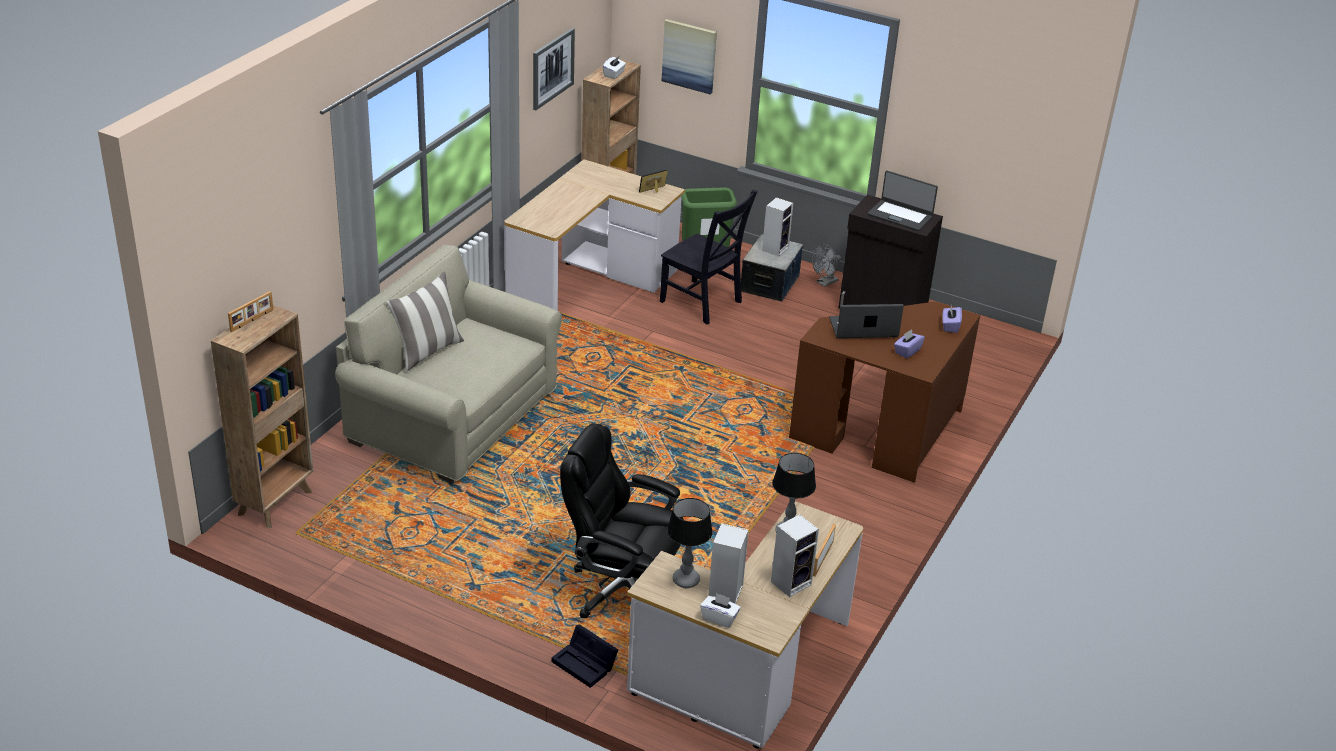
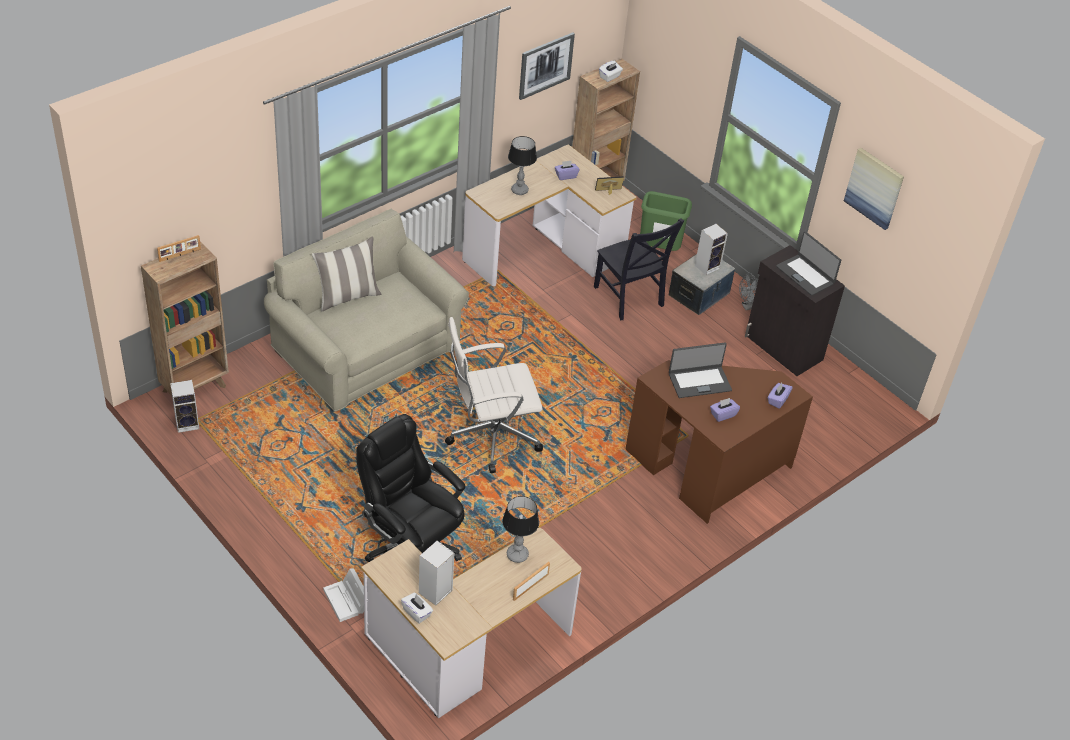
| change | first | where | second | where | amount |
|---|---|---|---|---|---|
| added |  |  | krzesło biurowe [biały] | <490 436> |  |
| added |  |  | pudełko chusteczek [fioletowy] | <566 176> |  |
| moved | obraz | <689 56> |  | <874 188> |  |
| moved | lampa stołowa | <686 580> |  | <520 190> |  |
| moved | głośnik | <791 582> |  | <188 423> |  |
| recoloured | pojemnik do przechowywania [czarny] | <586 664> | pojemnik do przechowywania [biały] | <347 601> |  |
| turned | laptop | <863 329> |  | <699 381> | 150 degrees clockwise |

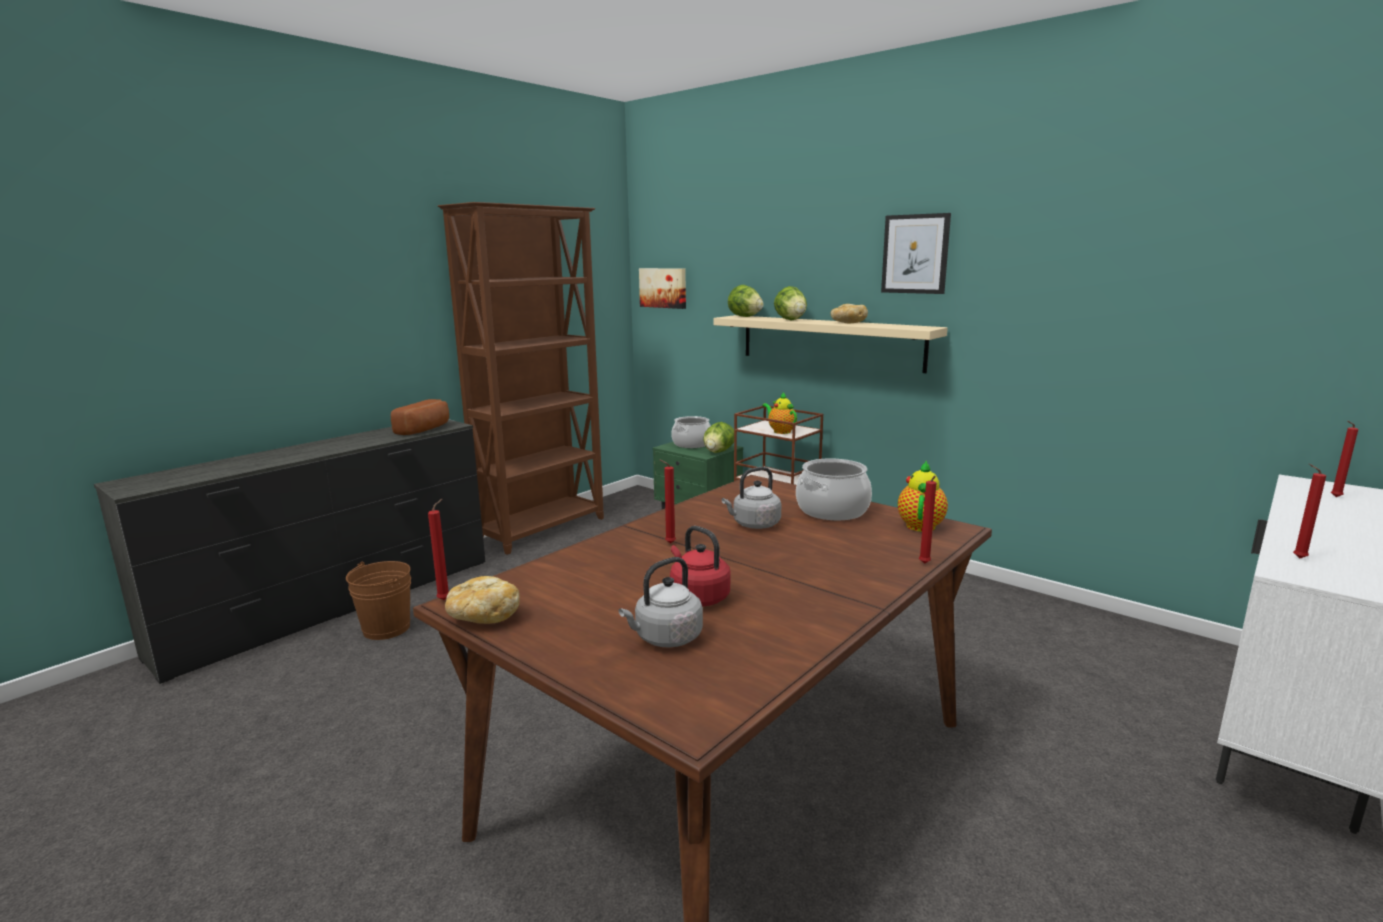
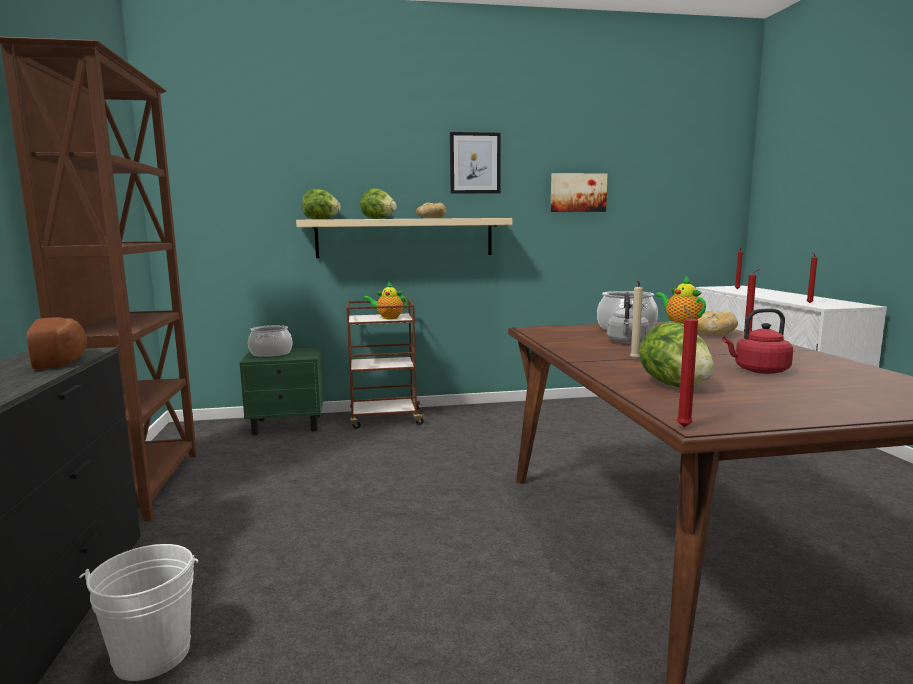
| change | first | where | second | where | amount |
|---|---|---|---|---|---|
| removed | czajnik [szary] | <665 638> |  |  |  |
| moved | chleb | <483 617> |  | <714 334> |  |
| moved | obraz | <663 288> |  | <577 193> |  |
| moved | sałata | <718 452> |  | <674 385> |  |
| recoloured | wiadro [brązowy] | <386 628> | wiadro [biały] | <152 655> |  |
| recoloured | świeca [czerwony] | <668 543> | świeca [beżowy] | <634 360> |  |

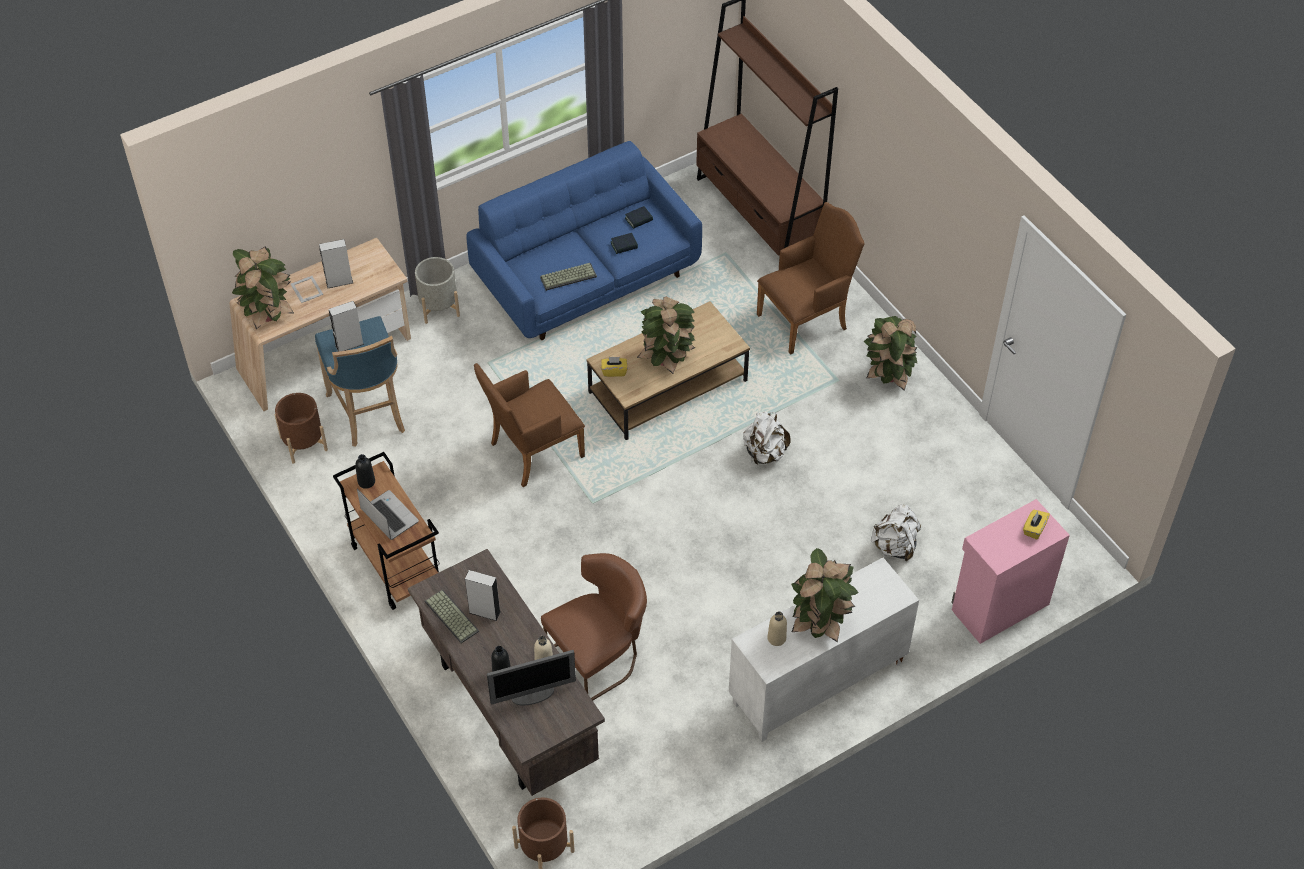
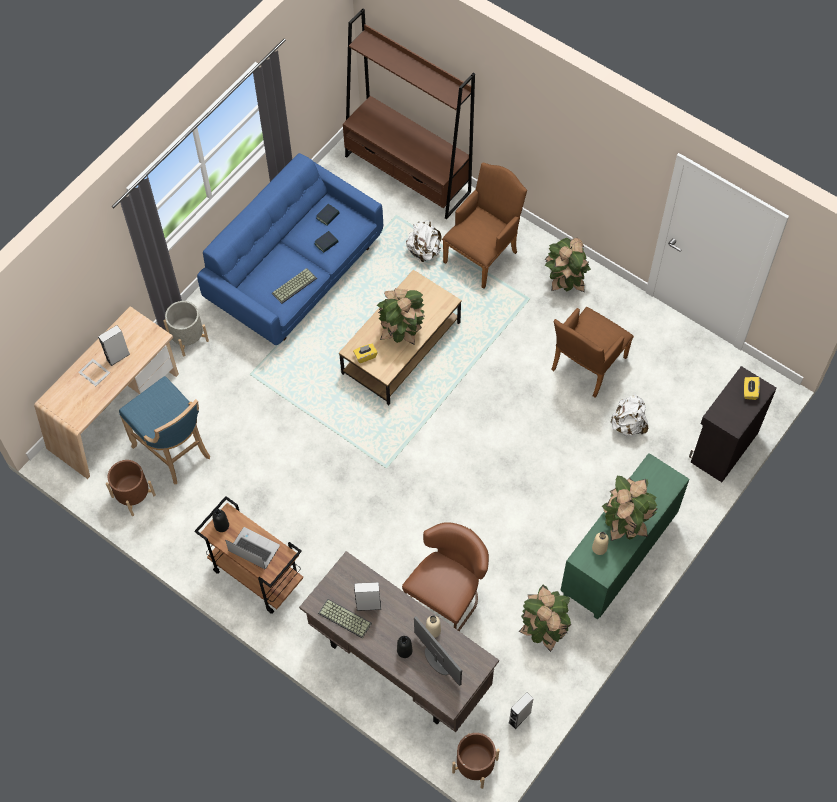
| change | first | where | second | where | amount |
|---|---|---|---|---|---|
| moved | roślina doniczkowa | <268 313> |  | <544 629> |  |
| moved | głośnik [szary] | <349 345> |  | <519 717> |  |
| moved | fotel [brązowy] | <532 452> |  | <586 366> |  |
| moved | plecak [biały] | <764 453> |  | <424 251> |  |
| recoloured | szafka [biały] | <817 684> | szafka [zielony] | <618 558> |  |
| recoloured | szafka [różowy] | <998 606> | szafka [czarny] | <723 447> |  |
| turned | monitor | <533 695> |  | <437 660> | 90 degrees counterclockwise |

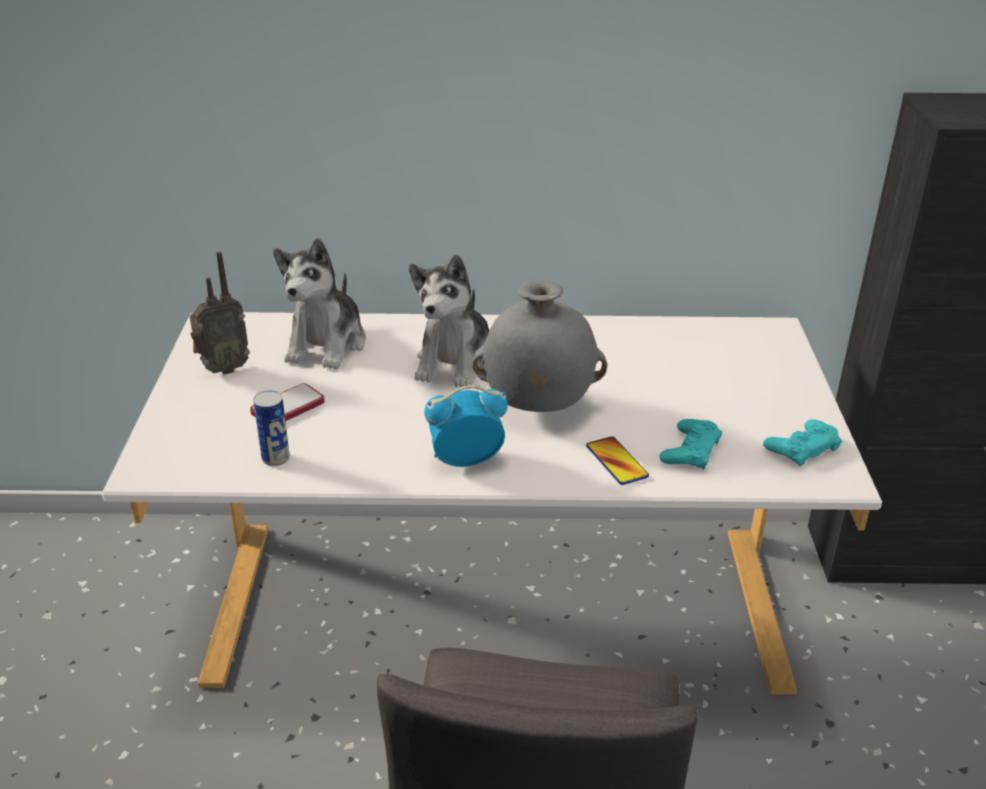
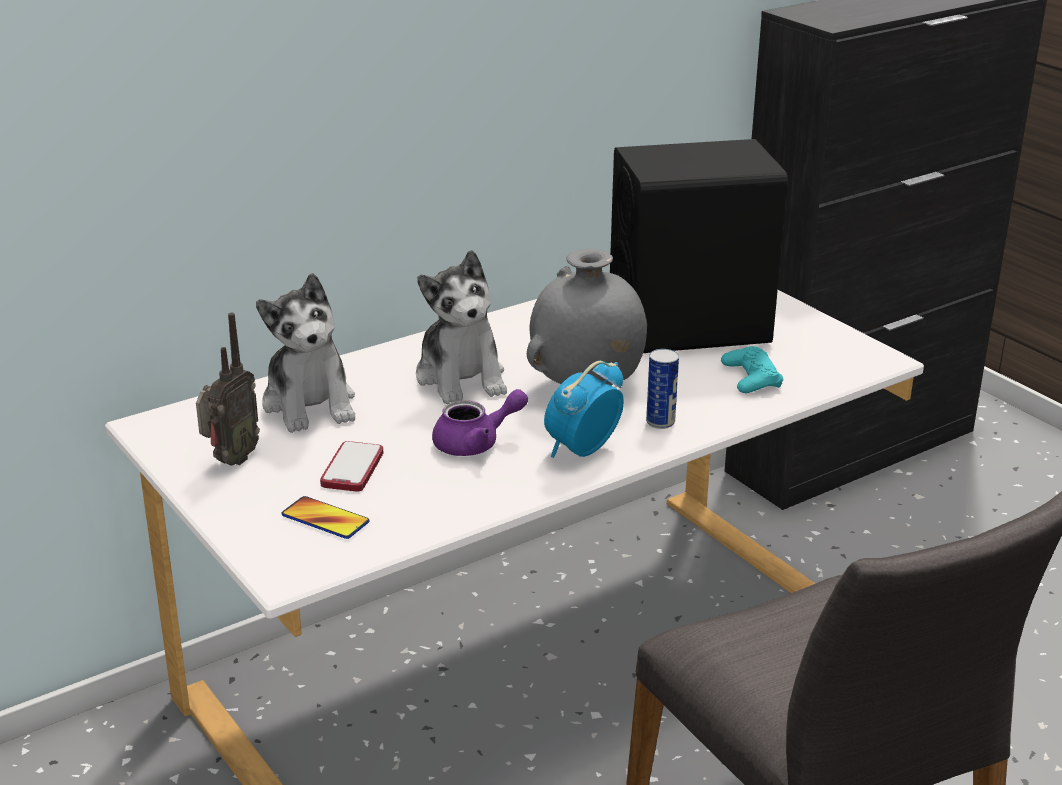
| change | first | where | second | where | amount |
|---|---|---|---|---|---|
| removed | pad do gier [turkusowy] | <802 448> |  |  |  |
| added |  |  | imbryk [fioletowy] | <476 443> |  |
| added |  |  | głośnik [czarny] | <689 327> |  |
| moved | puszka | <275 458> |  | <660 422> |  |
| moved | telefon | <616 462> |  | <325 519> |  |

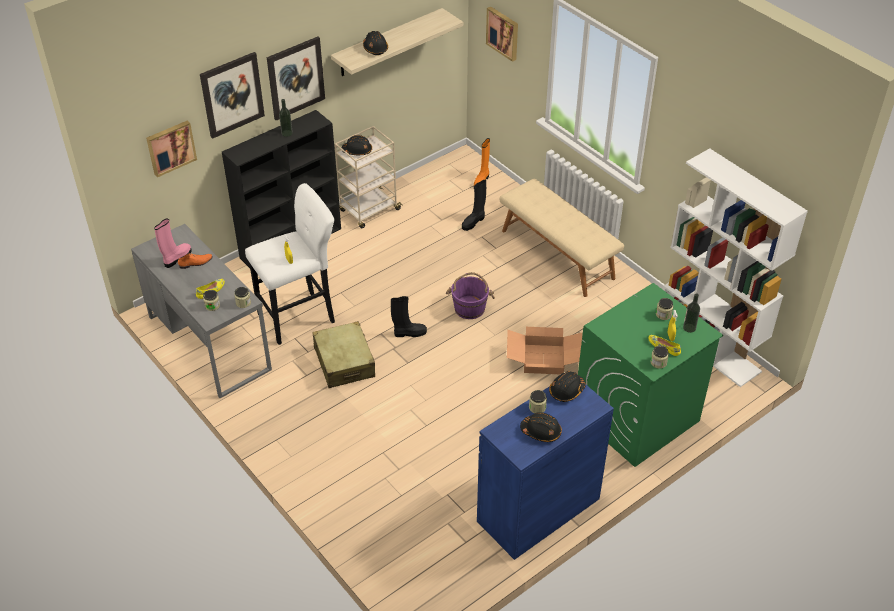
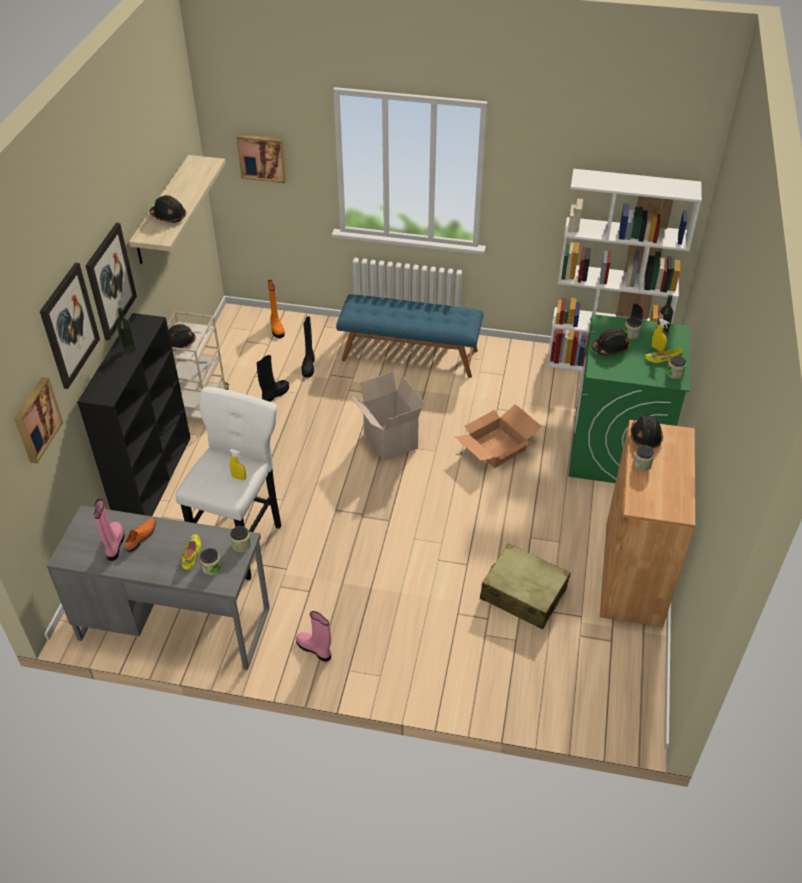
| change | first | where | second | where | amount |
|---|---|---|---|---|---|
| added |  |  | but z cholewką [różowy] | <315 649> |  |
| moved | walizka [beżowy] | <344 362> |  | <523 594> |  |
| moved | but z cholewką [czarny] | <409 333> |  | <275 394> |  |
| moved | kask [czarny] | <541 431> |  | <610 348> |  |
| replaced | wiadro [fioletowy] | <469 308> | karton | <388 441> |  |
| recoloured | szafka [niebieski] | <538 510> | szafka [brązowy] | <633 573> |  |
| recoloured | ławka [beżowy] | <558 254> | ławka [niebieski] | <410 354> |  |

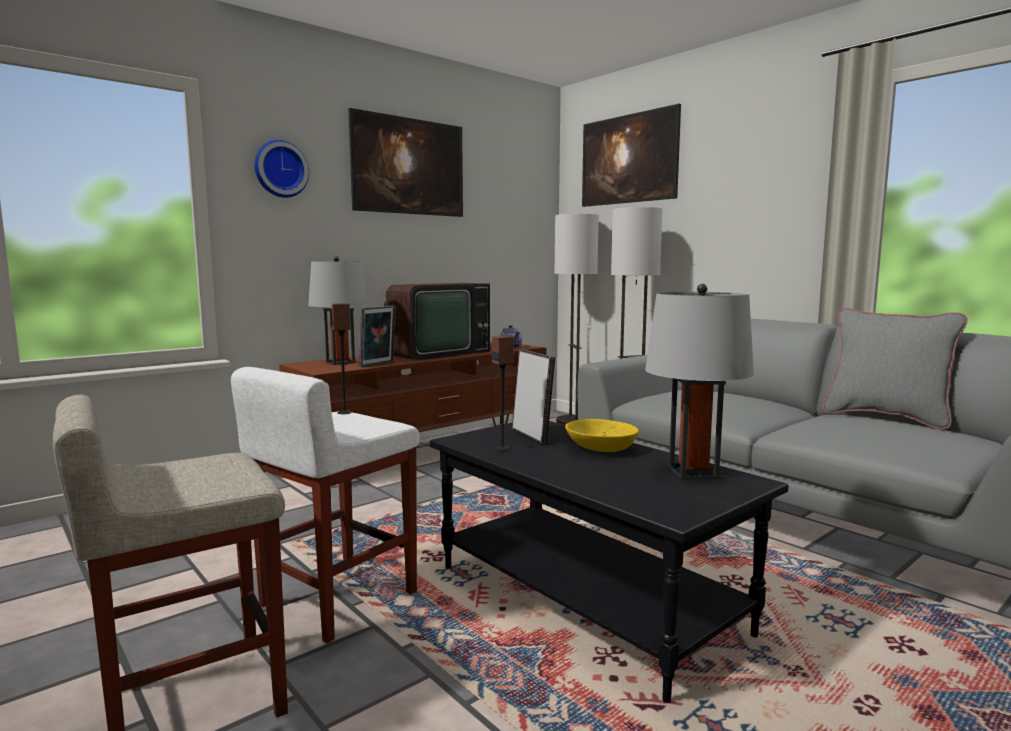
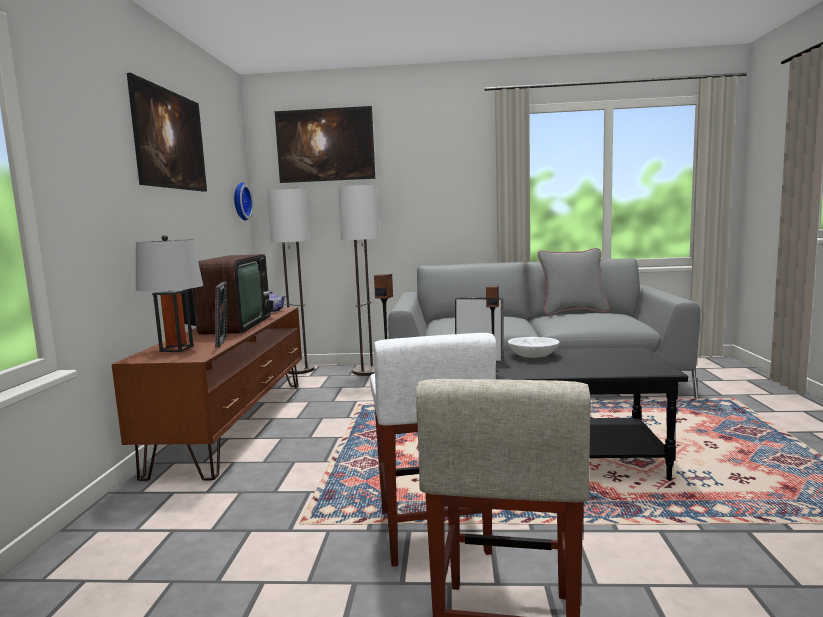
| change | first | where | second | where | amount |
|---|---|---|---|---|---|
| removed | lampa stołowa [szary] | <693 472> |  |  |  |
| moved | zegar ścienny | <280 169> |  | <240 201> |  |
| recoloured | miska [żółty] | <600 448> | miska [biały] | <533 355> |  |

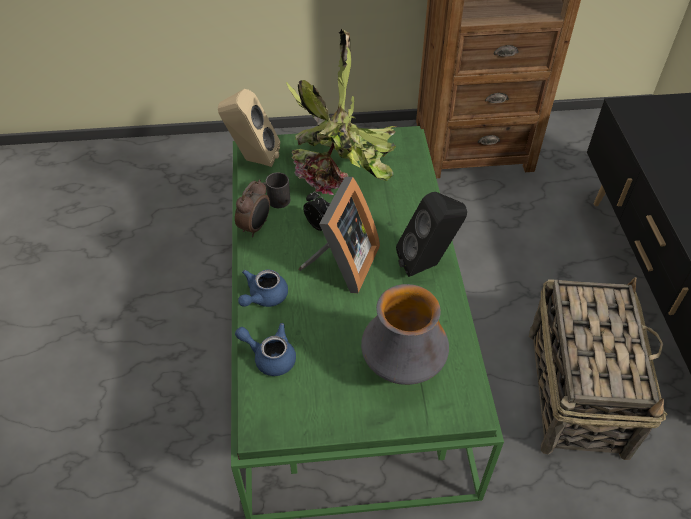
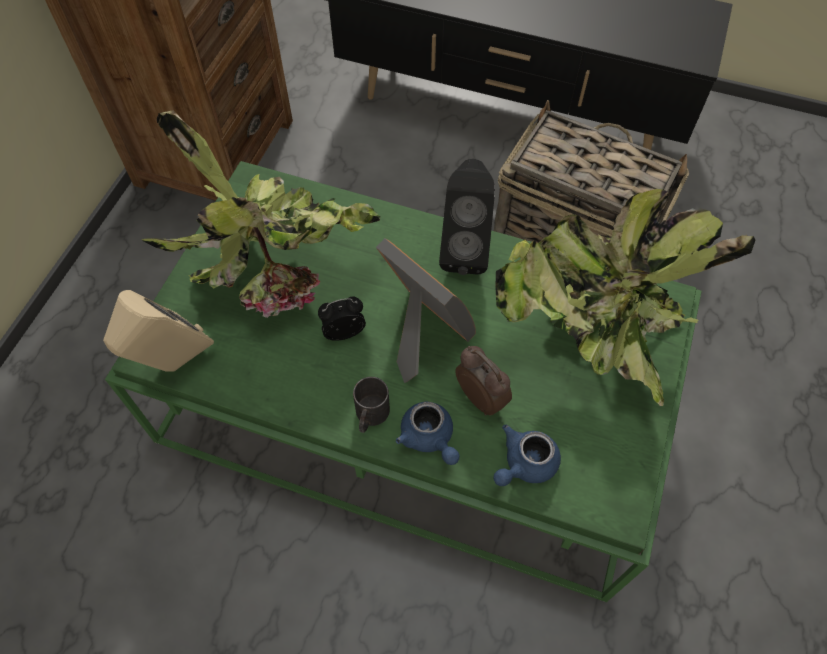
| change | first | where | second | where | amount |
|---|---|---|---|---|---|
| moved | budzik | <255 227> |  | <481 397> |  |
| moved | kubek [czarny] | <274 200> |  | <370 416> |  |
| replaced | wazon | <402 367> | roślina doniczkowa | <593 335> |  |

